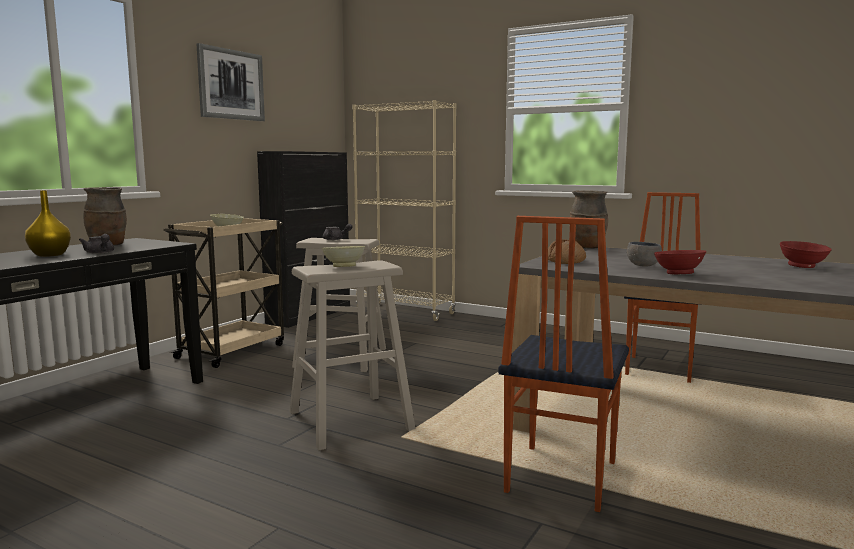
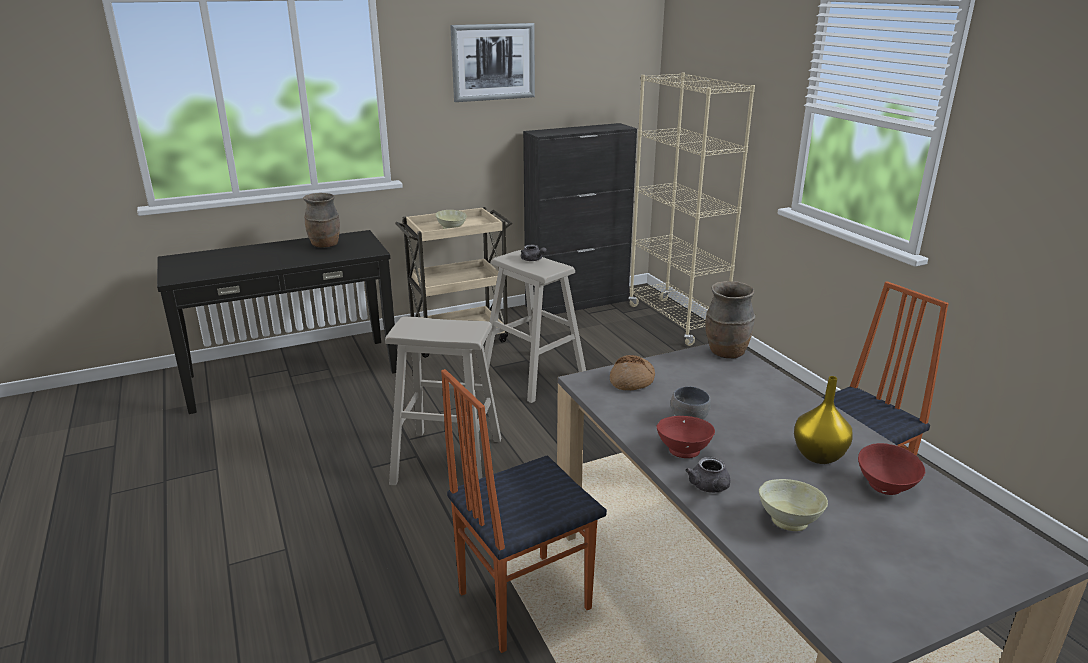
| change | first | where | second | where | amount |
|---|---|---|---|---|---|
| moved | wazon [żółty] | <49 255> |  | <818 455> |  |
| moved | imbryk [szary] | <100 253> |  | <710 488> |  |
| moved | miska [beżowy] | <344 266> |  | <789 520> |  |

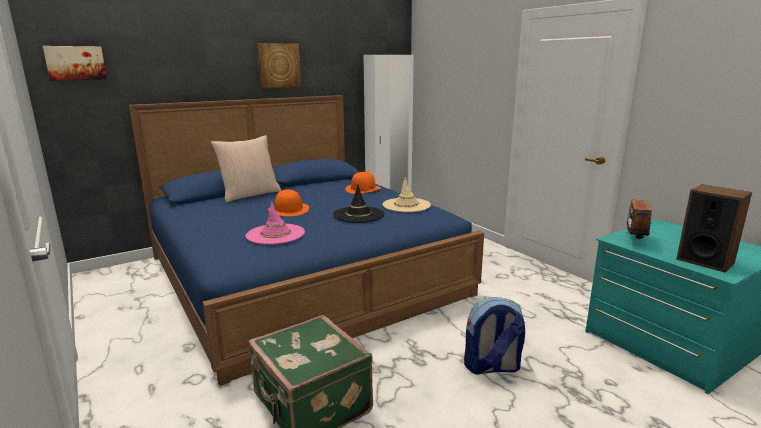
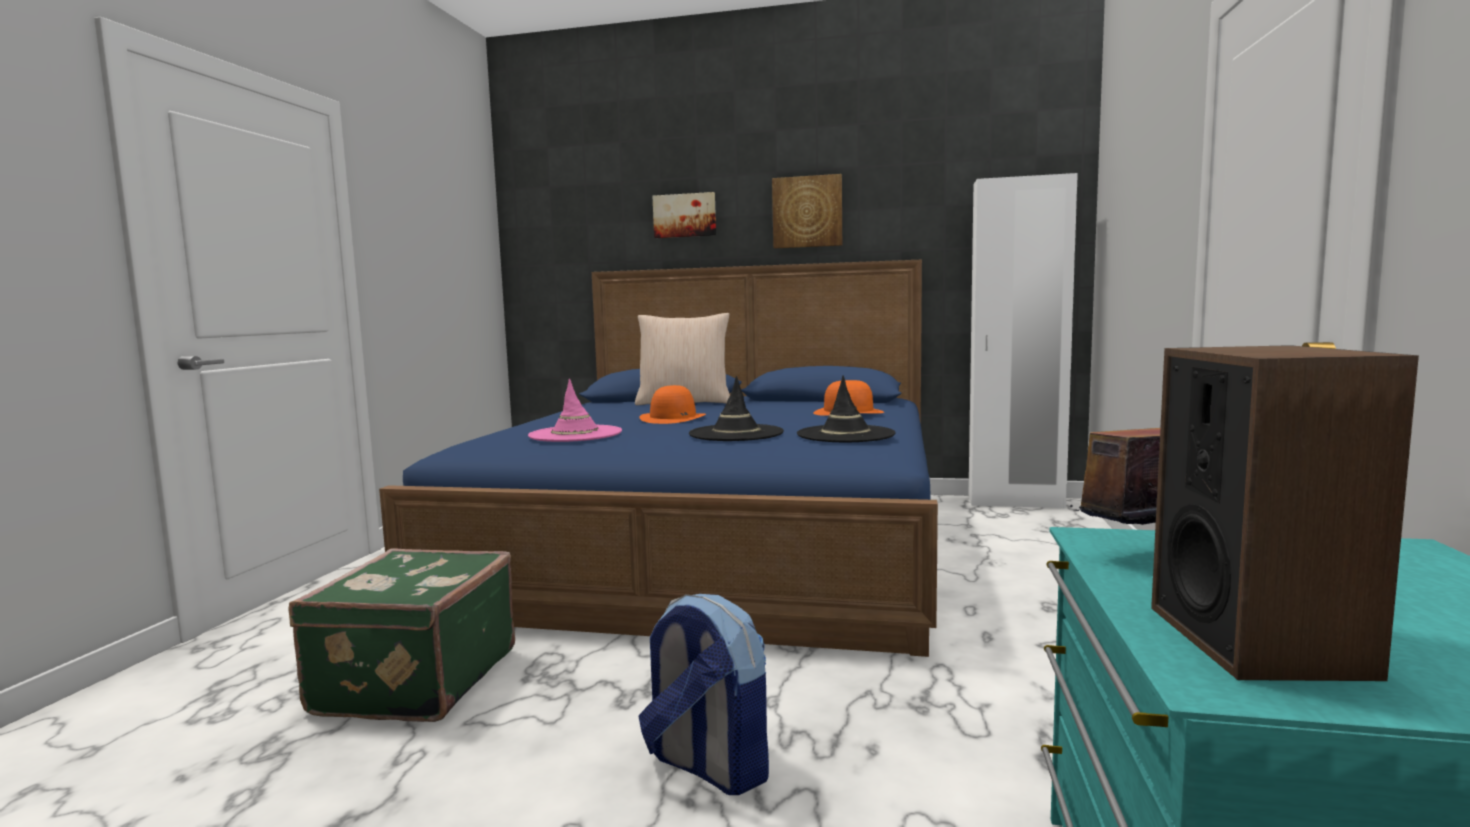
| change | first | where | second | where | amount |
|---|---|---|---|---|---|
| moved | obraz | <75 63> |  | <685 215> |  |
| recoloured | kapelusz [beżowy] | <406 205> | kapelusz [czarny] | <845 435> |  |

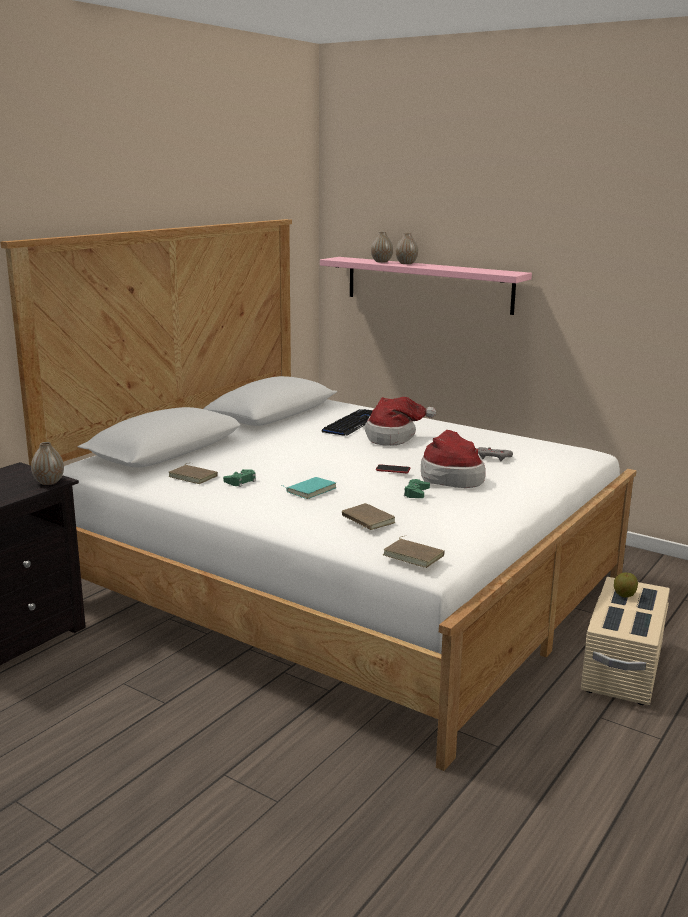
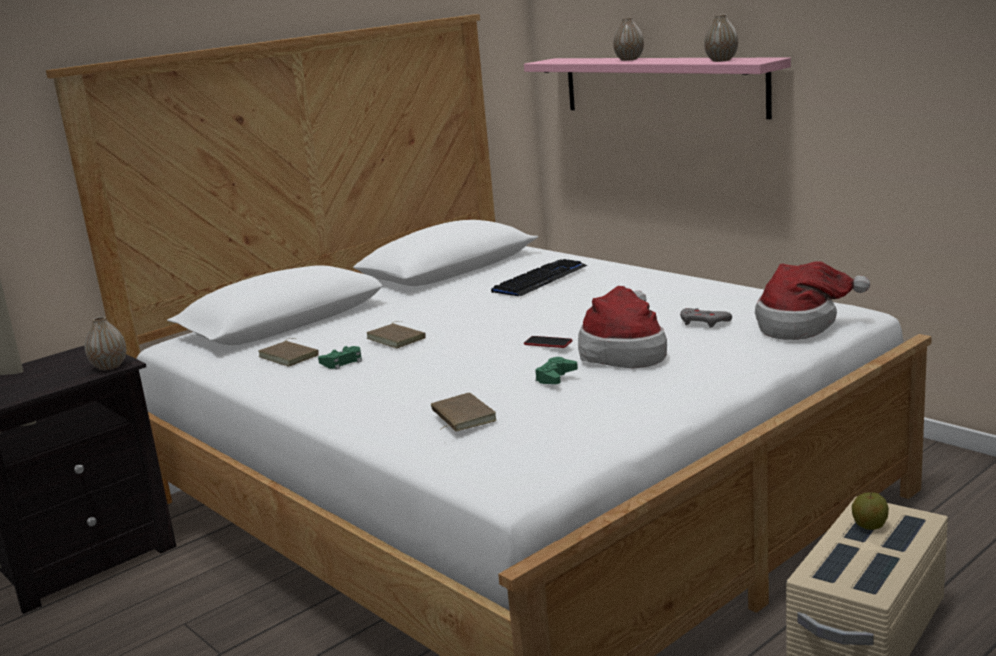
| change | first | where | second | where | amount |
|---|---|---|---|---|---|
| removed | książka [turkusowy] | <310 490> |  |  |  |
| moved | kapelusz | <393 437> |  | <801 325> |  |
| moved | wazon | <381 261> |  | <721 60> |  |
| moved | książka [brązowy] | <414 555> |  | <398 338> |  |

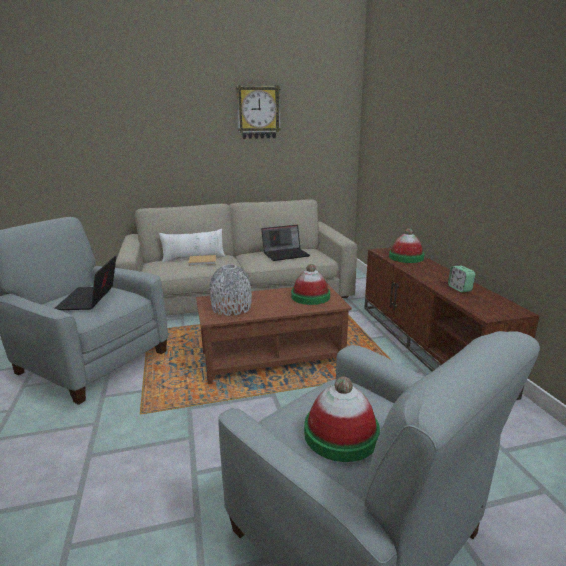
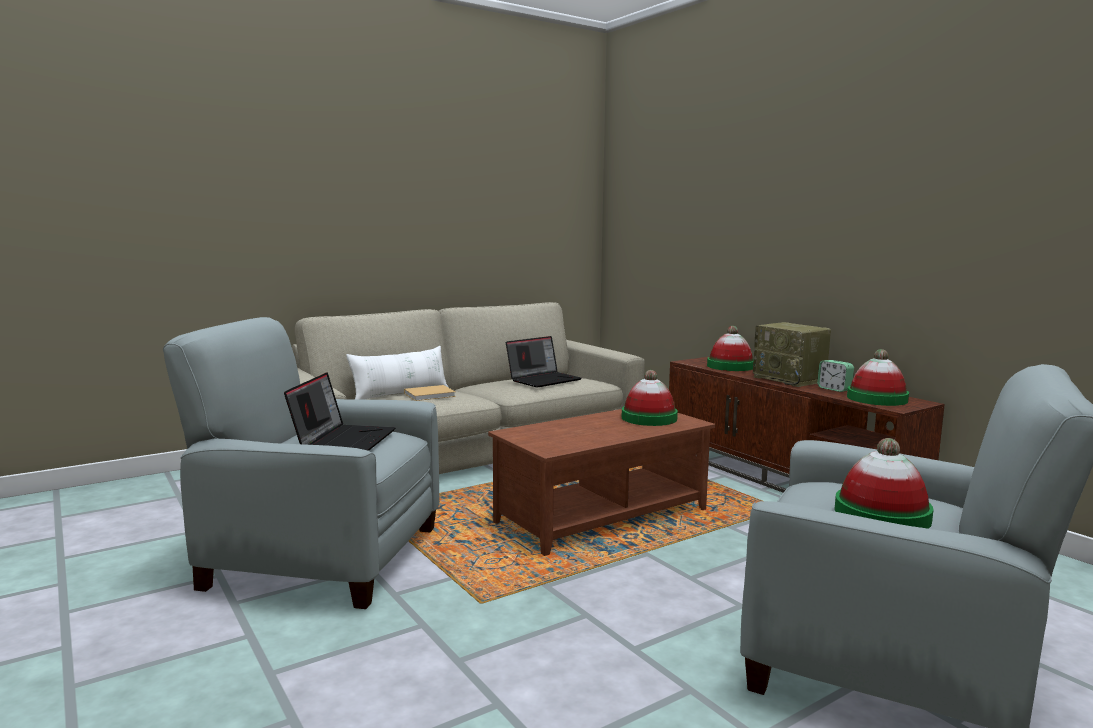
| change | first | where | second | where | amount |
|---|---|---|---|---|---|
| removed | wazon [szary] | <231 307> |  |  |  |
| removed | zegar ścienny | <258 112> |  |  |  |
| added |  |  | radio | <790 379> |  |
| added |  |  | kapelusz | <877 398> |  |
| turned | laptop | <90 299> |  | <343 441> | 150 degrees counterclockwise |

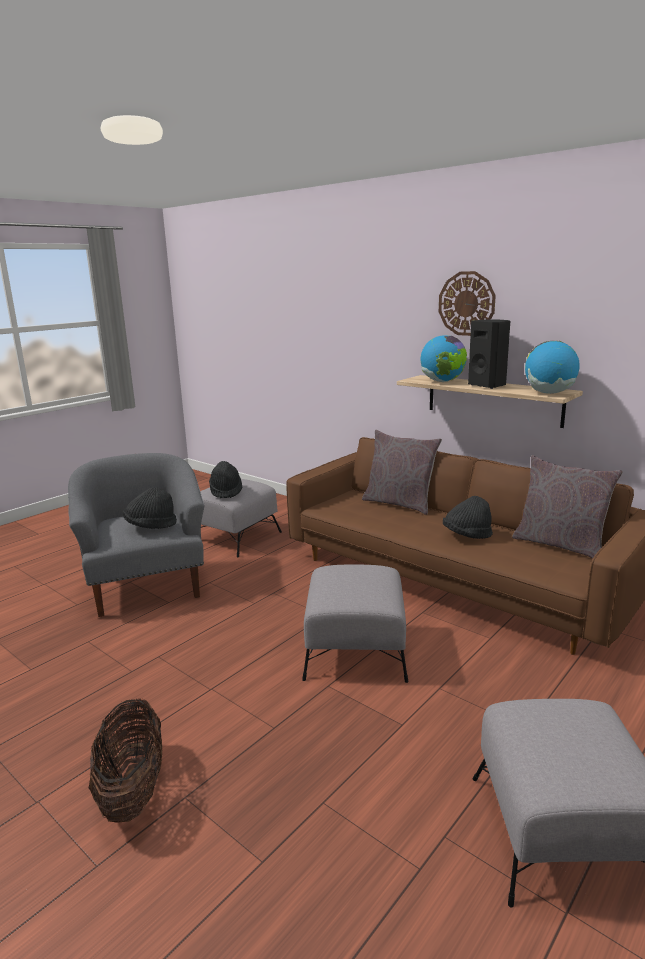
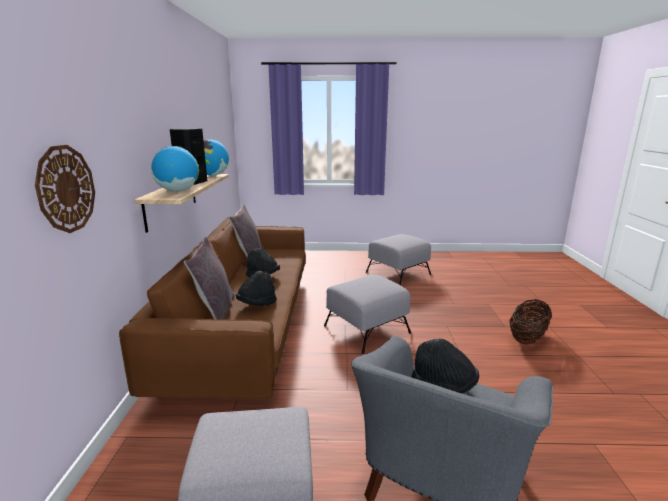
| change | first | where | second | where | amount |
|---|---|---|---|---|---|
| moved | kapelusz [czarny] | <226 491> |  | <257 304> |  |
| moved | zegar ścienny | <466 303> |  | <66 189> |  |

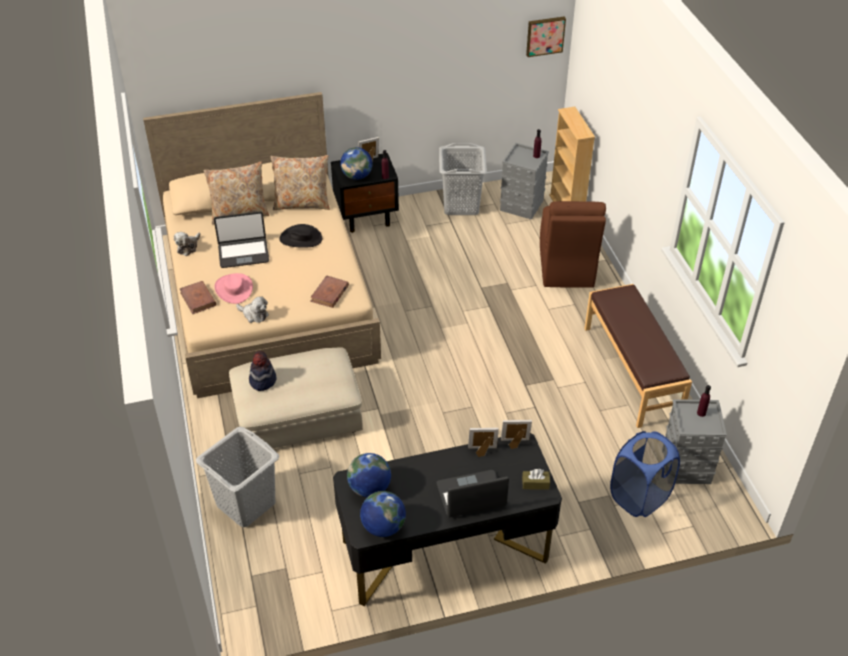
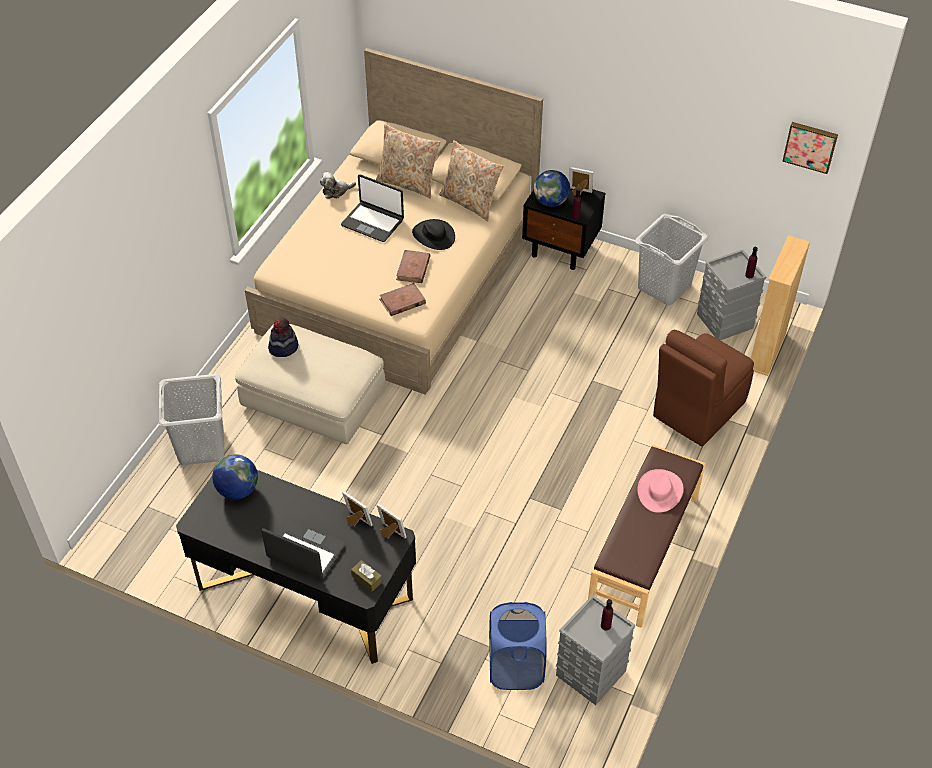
| change | first | where | second | where | amount |
|---|---|---|---|---|---|
| removed | pluszak | <254 315> |  |  |  |
| removed | globus | <383 527> |  |  |  |
| moved | książka [brązowy] | <198 299> |  | <413 268> |  |
| moved | kapelusz [różowy] | <234 289> |  | <660 491> |  |

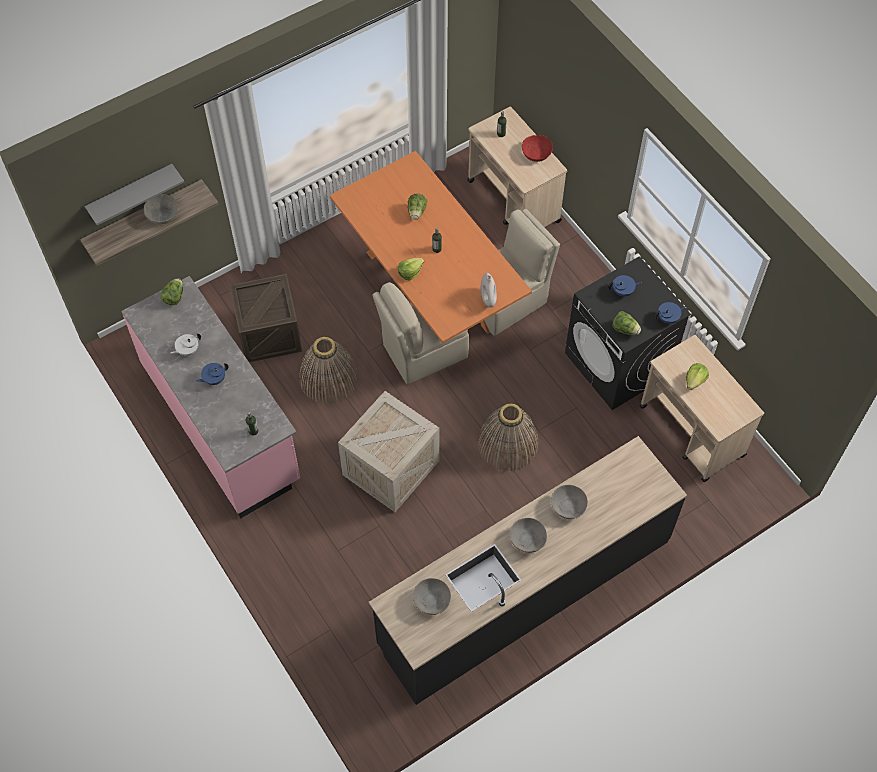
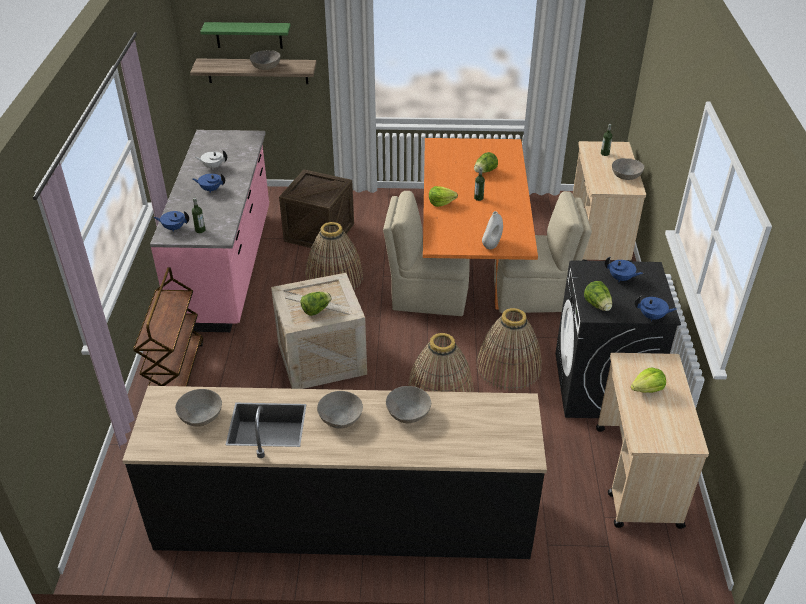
| change | first | where | second | where | amount |
|---|---|---|---|---|---|
| added |  |  | wózek [brązowy] | <175 372> |  |
| added |  |  | imbryk [niebieski] | <174 228> |  |
| added |  |  | koszyk | <508 367> |  |
| moved | sałata | <174 297> |  | <316 310> |  |
| recoloured | półka [szary] | <131 193> | półka [zielony] | <249 35> |  |
| recoloured | miska [czerwony] | <536 153> | miska [szary] | <626 175> |  |

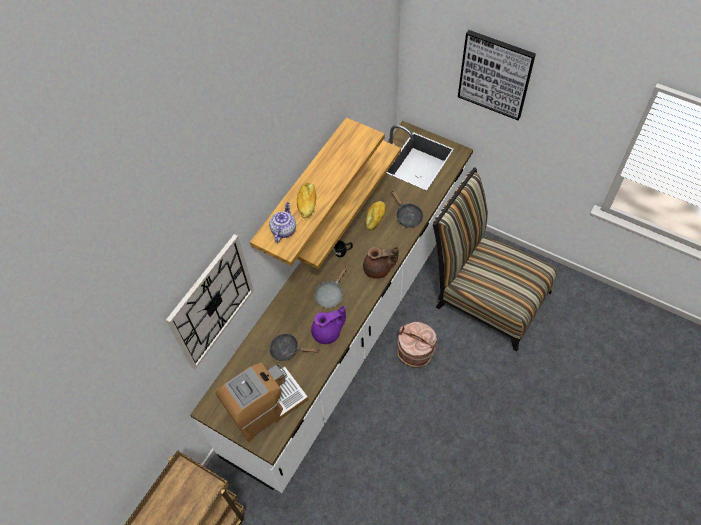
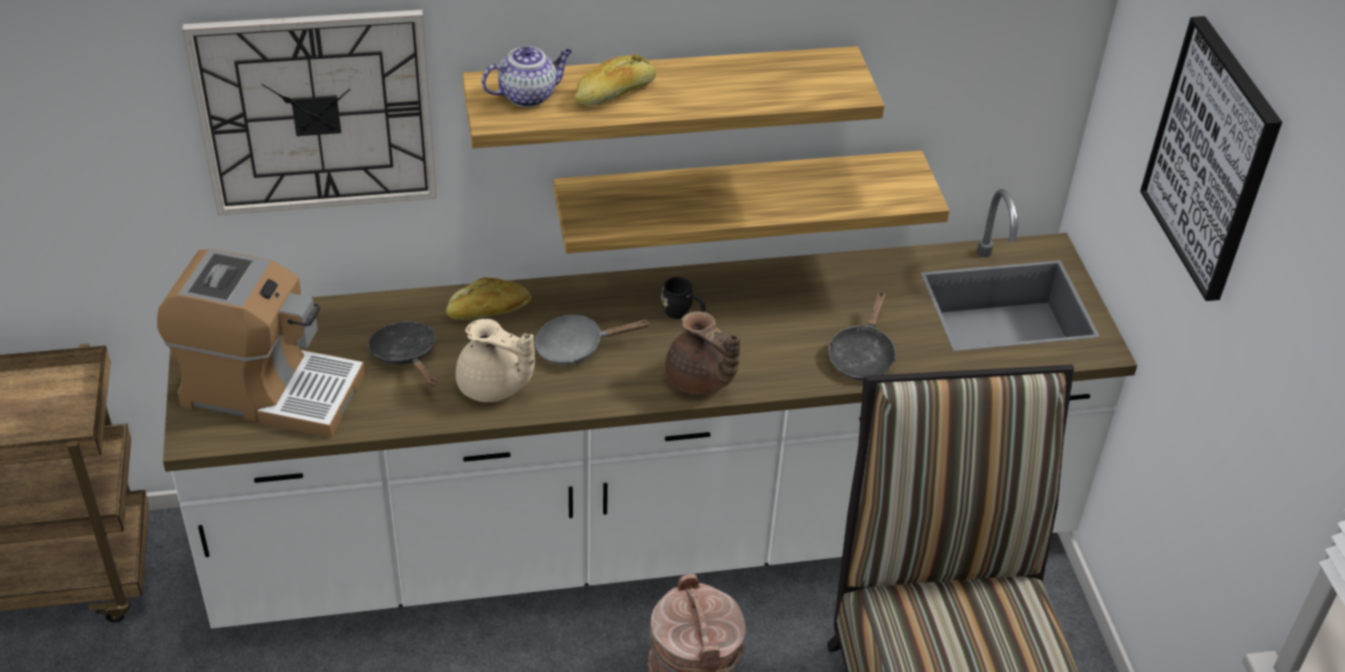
| change | first | where | second | where | amount |
|---|---|---|---|---|---|
| moved | chleb | <375 218> |  | <489 311> |  |
| recoloured | imbryk [fioletowy] | <328 332> | imbryk [beżowy] | <493 387> |  |

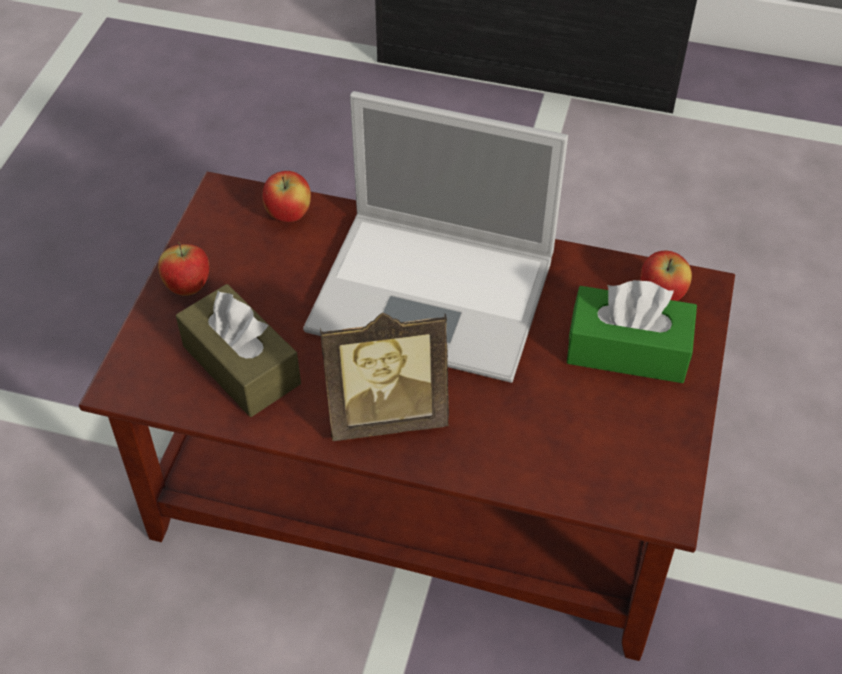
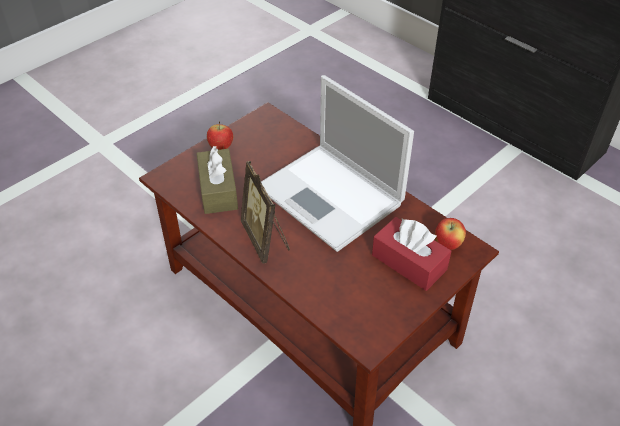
| change | first | where | second | where | amount |
|---|---|---|---|---|---|
| removed | jabłko | <289 215> |  |  |  |
| recoloured | pudełko chusteczek [zielony] | <627 350> | pudełko chusteczek [czerwony] | <409 262> |  |
| turned | ramka na zdjęcie | <386 414> |  | <266 239> | 45 degrees clockwise |

